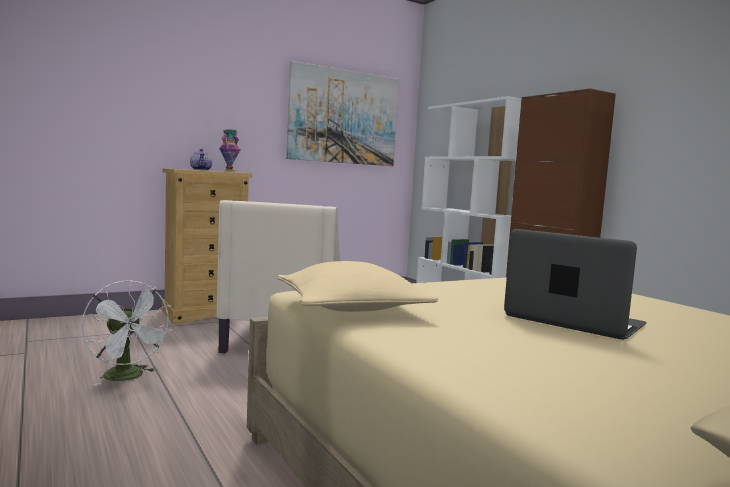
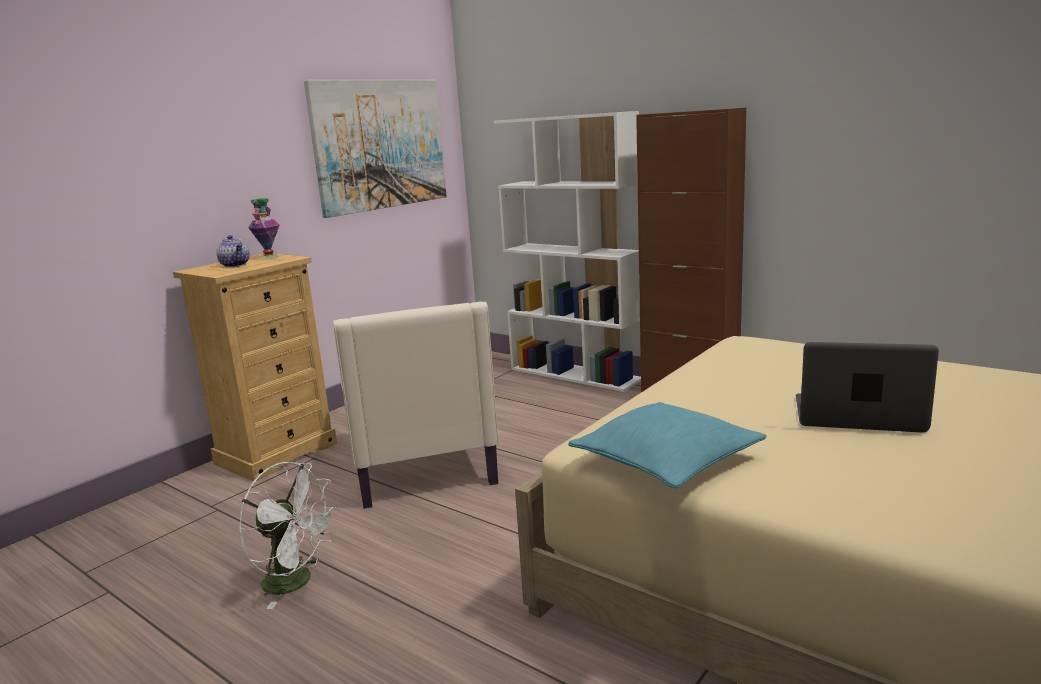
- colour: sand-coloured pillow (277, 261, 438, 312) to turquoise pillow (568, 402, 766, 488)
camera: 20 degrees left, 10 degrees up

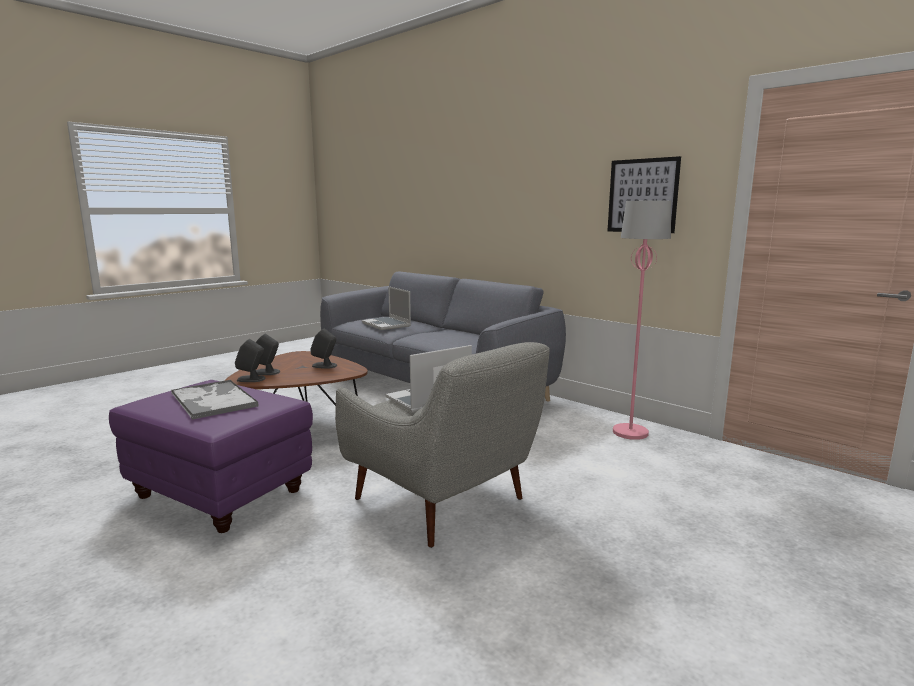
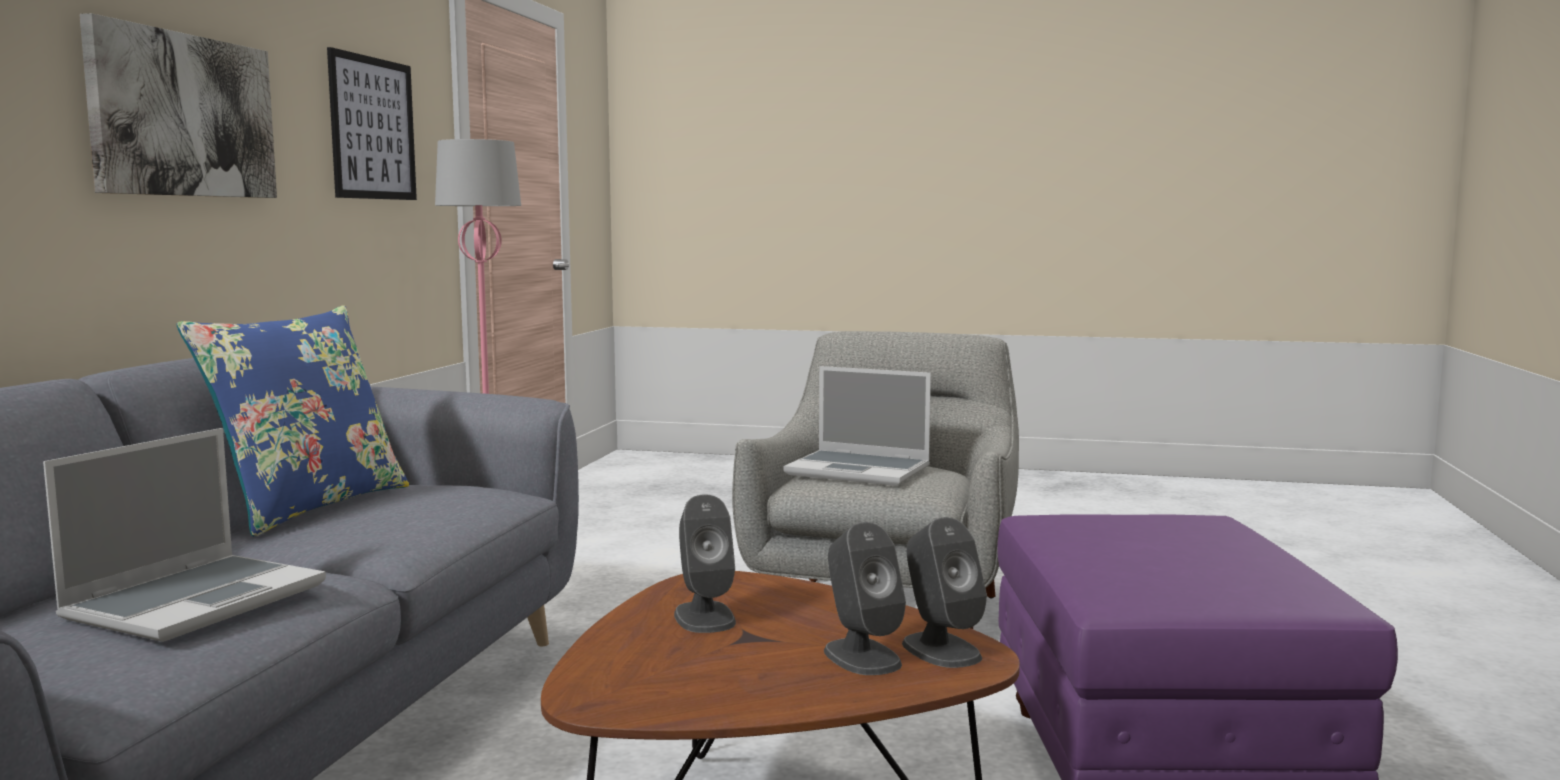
- missing: tray (171, 380, 259, 420)
- appeared: picture (79, 13, 277, 198)
- appeared: blue pillow (176, 306, 409, 537)
camera: 120 degrees left, 5 degrees down

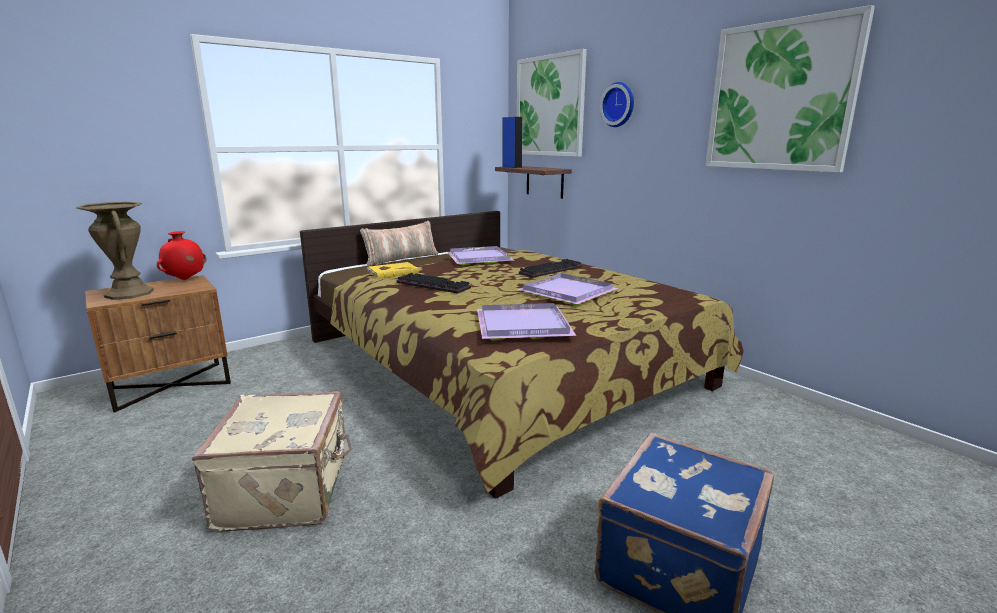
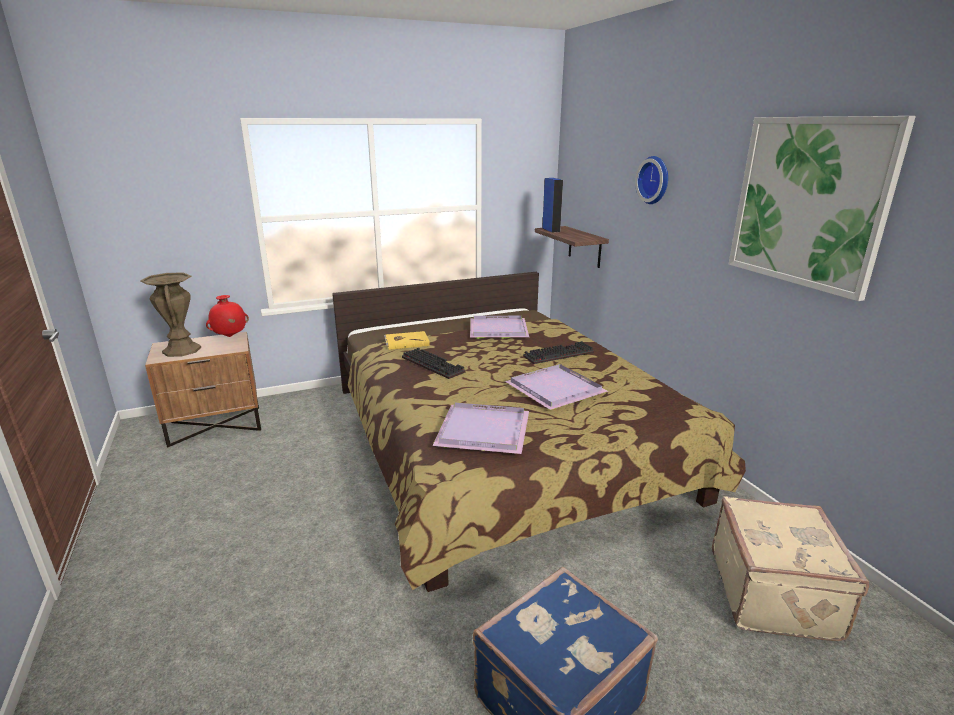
- missing: picture (517, 49, 587, 157)
- missing: pillow (360, 221, 438, 266)
- relocated: sand-coloured suitcase (192, 391, 351, 532) to (712, 497, 869, 641)
camera: 15 degrees right, 5 degrees up

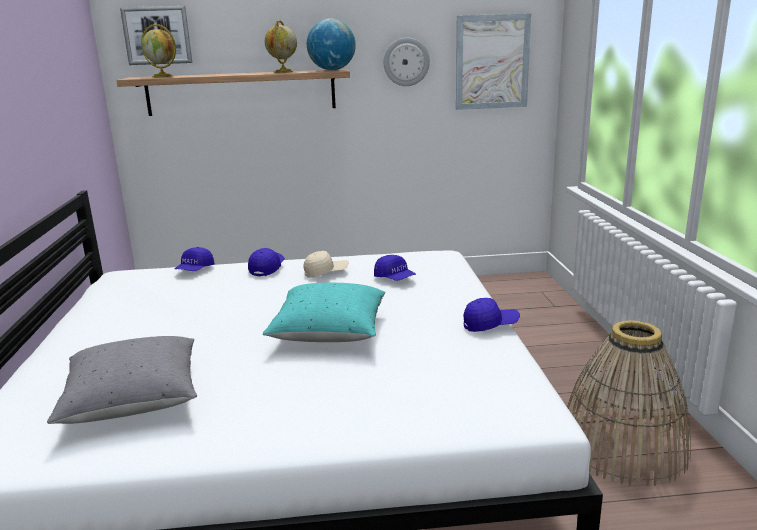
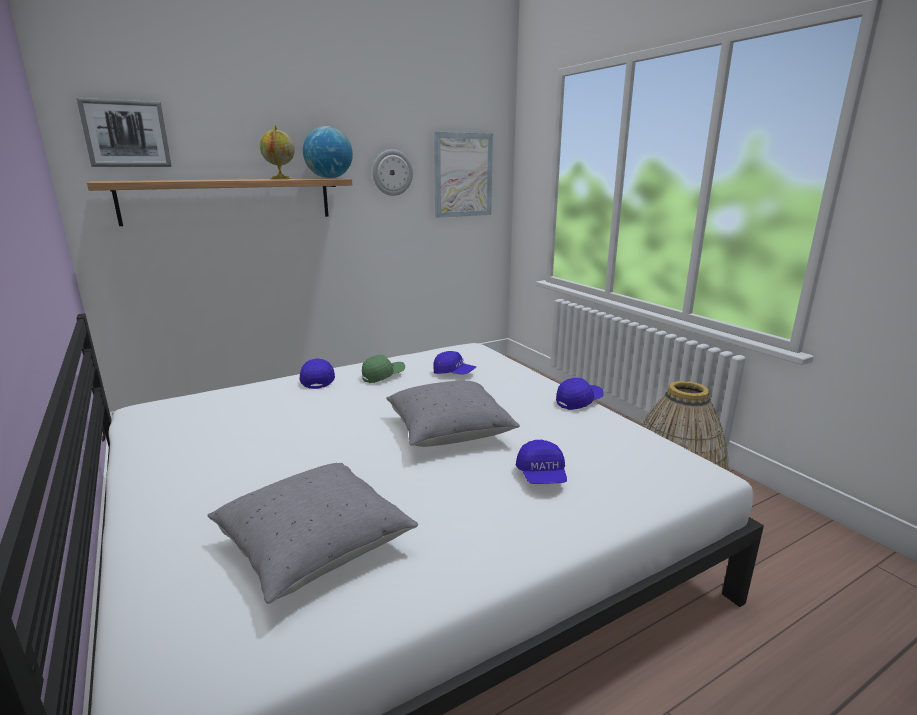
- missing: desk globe (141, 24, 176, 77)
- relocated: blue cap (175, 247, 215, 271) to (516, 440, 567, 484)
- colour: sand-coloured cap (303, 251, 349, 277) to greenish cap (362, 355, 405, 383)
- colour: turquoise pillow (263, 283, 385, 342) to gray pillow (386, 381, 520, 447)
camera: 25 degrees left, 0 degrees up

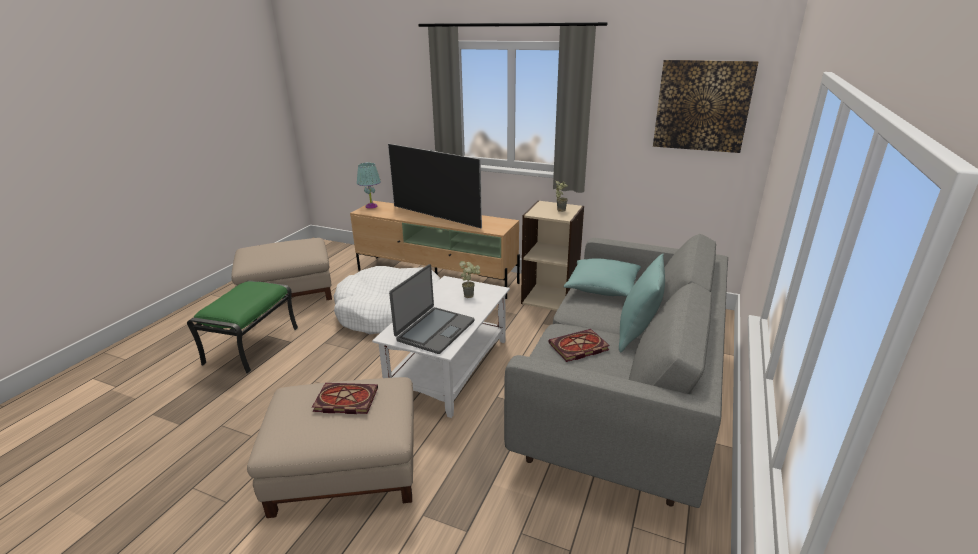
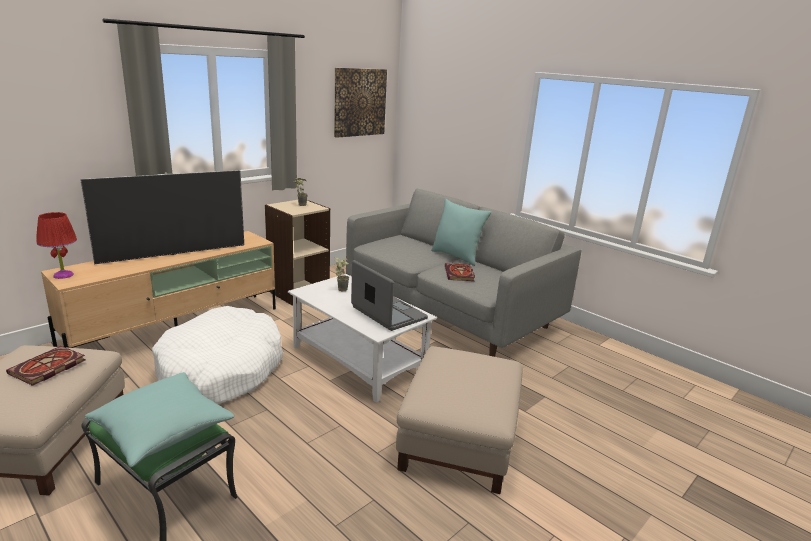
- colour: turquoise table lamp (357, 163, 381, 209) to reddish table lamp (36, 212, 77, 279)
- relocated: turquoise pillow (564, 259, 641, 297) to (85, 372, 235, 467)
- relocated: volume (312, 383, 378, 414) to (6, 346, 86, 386)
camera: 70 degrees left, 5 degrees down

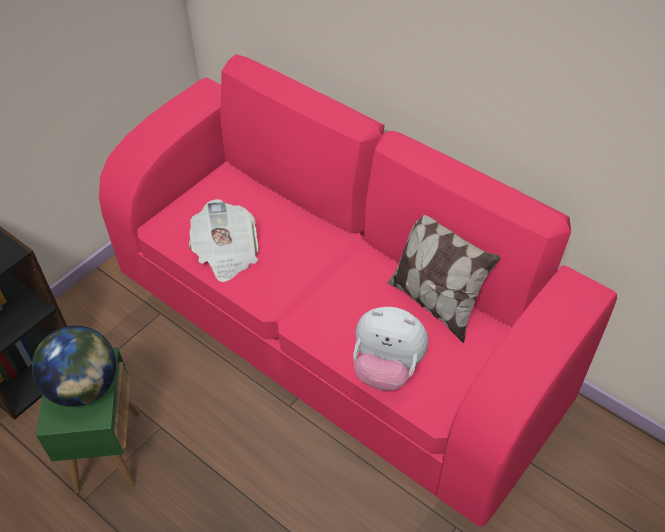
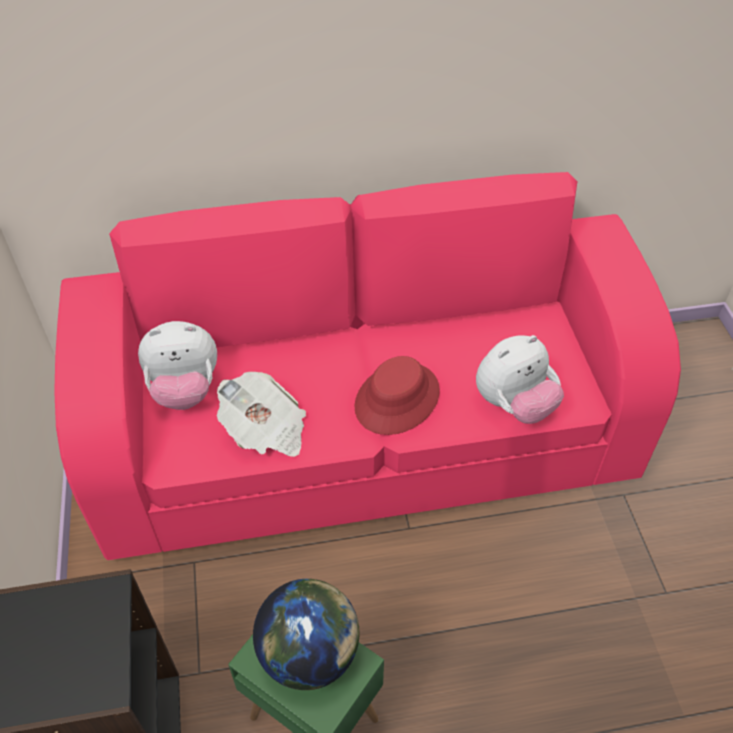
- missing: pillow (387, 215, 501, 343)
- appeared: cuddly toy (138, 321, 217, 410)
- appeared: reddish hat (354, 356, 440, 435)
camera: 50 degrees left, 0 degrees up

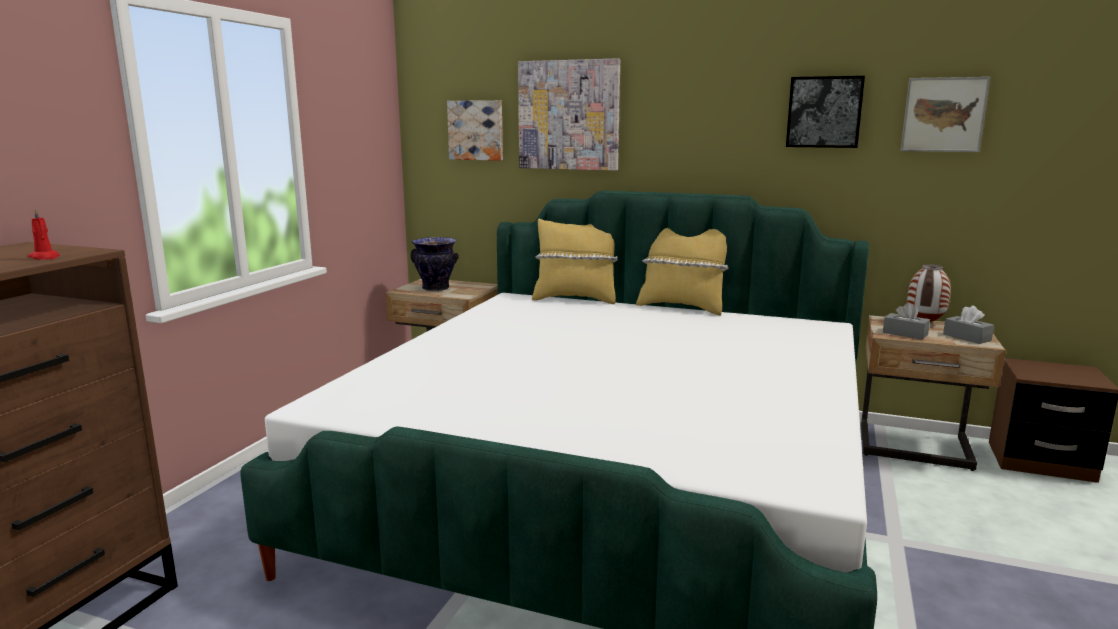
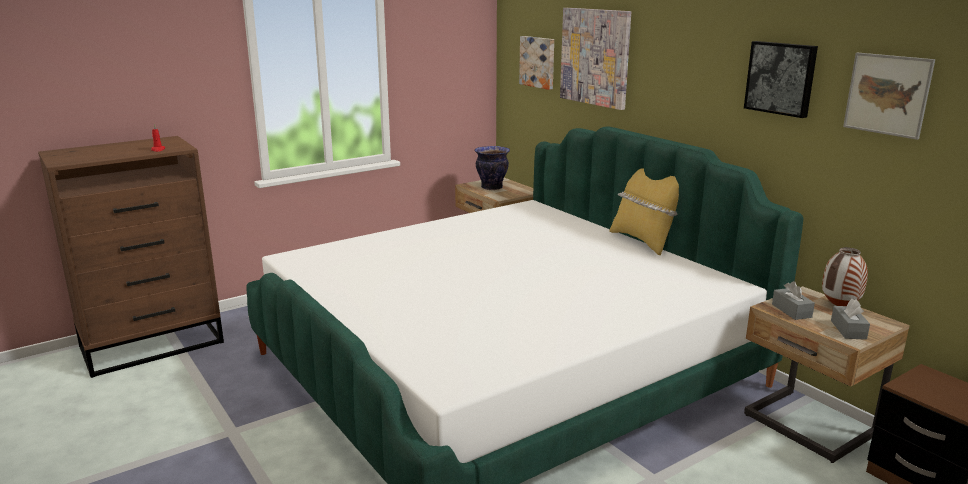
- missing: yellow-coloured pillow (532, 219, 618, 304)
camera: 35 degrees right, 5 degrees up

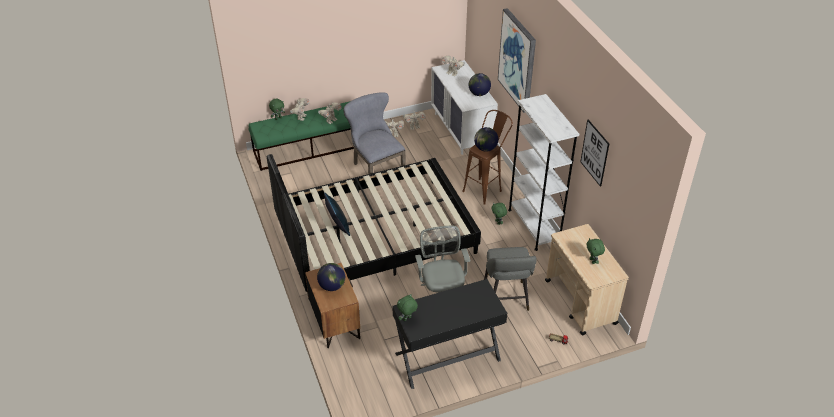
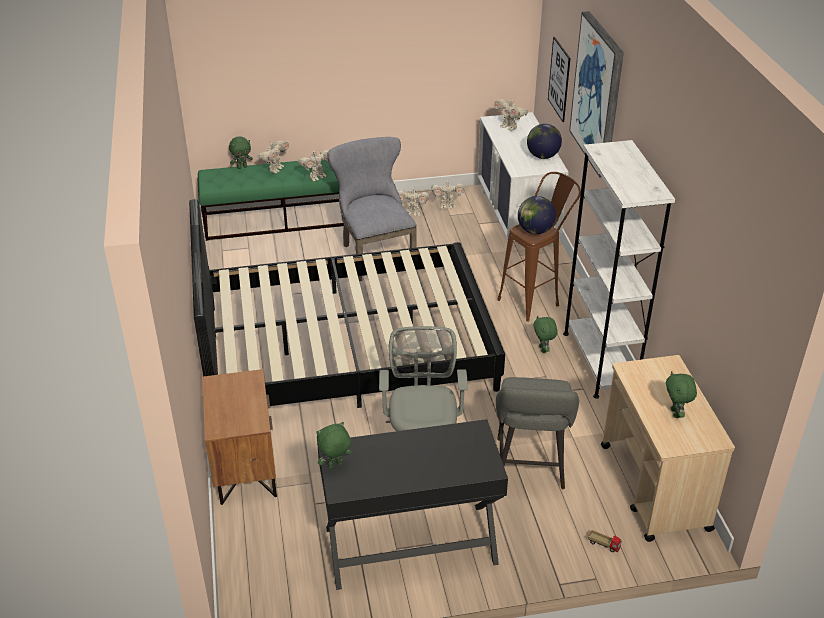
- relocated: picture (580, 120, 609, 187) to (548, 37, 570, 122)
- missing: blue pillow (324, 192, 350, 236)
- missing: desk globe (317, 263, 345, 291)
camera: 10 degrees right, 5 degrees down

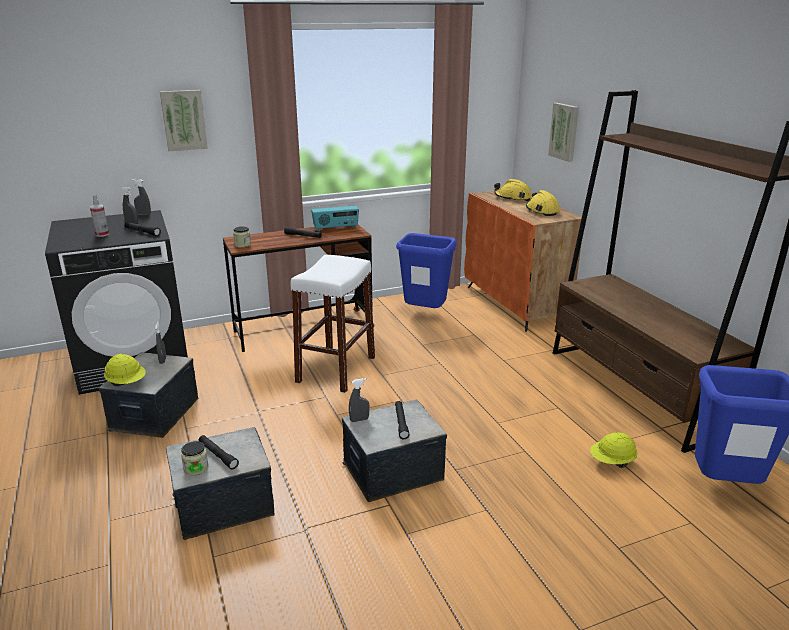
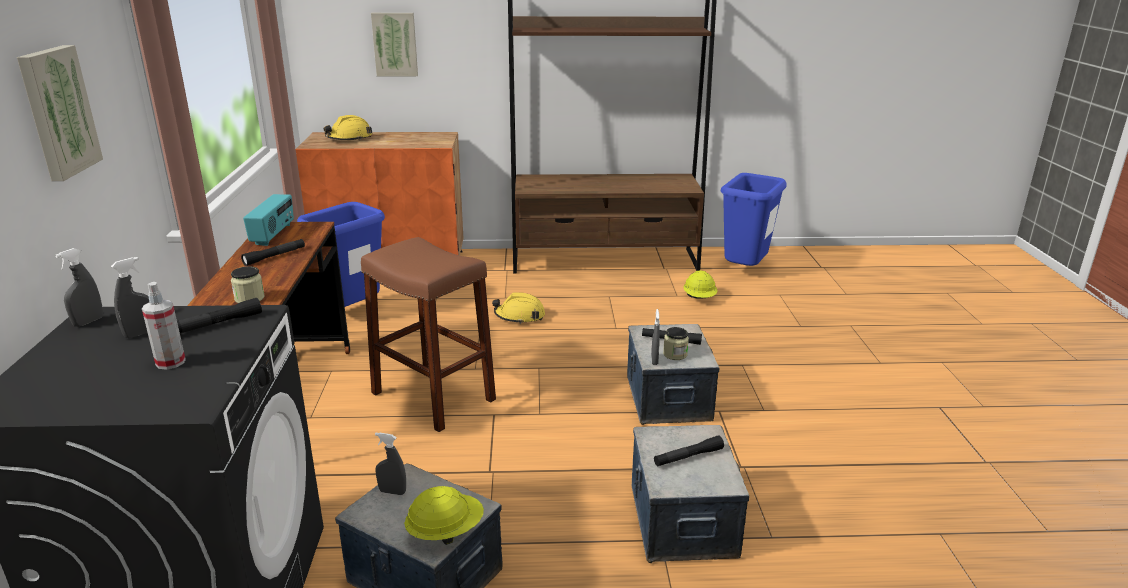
- relocated: yellow-coloured work helmet (526, 190, 560, 216) to (492, 292, 545, 324)
- colour: white-coloured stool (290, 255, 375, 393) to brown-coloured stool (361, 237, 496, 432)
- relocated: preserve jar (181, 441, 209, 476) to (663, 327, 689, 360)
camera: 70 degrees left, 0 degrees up

